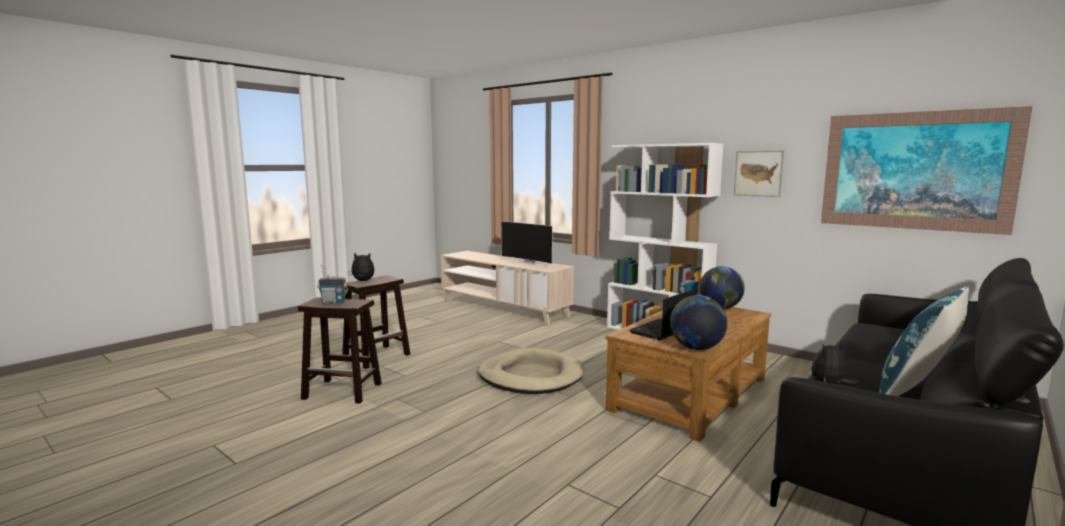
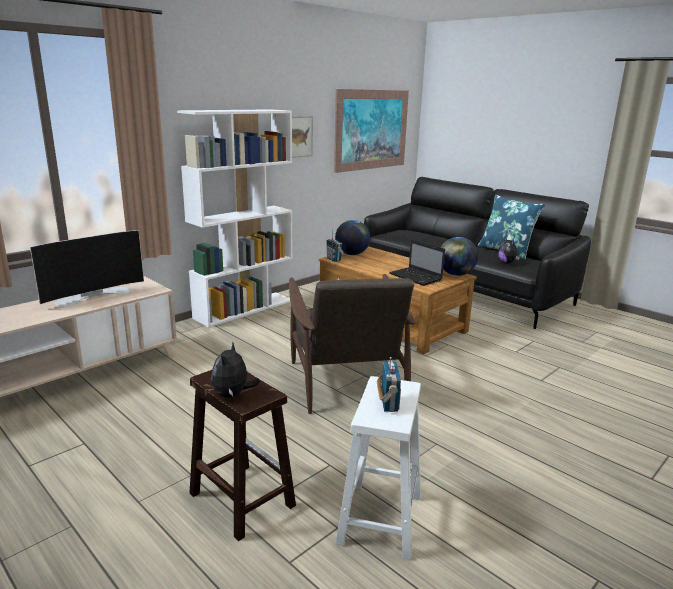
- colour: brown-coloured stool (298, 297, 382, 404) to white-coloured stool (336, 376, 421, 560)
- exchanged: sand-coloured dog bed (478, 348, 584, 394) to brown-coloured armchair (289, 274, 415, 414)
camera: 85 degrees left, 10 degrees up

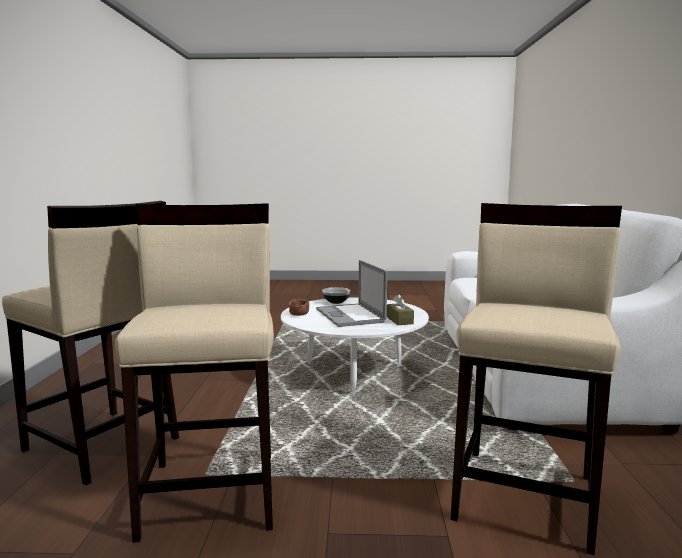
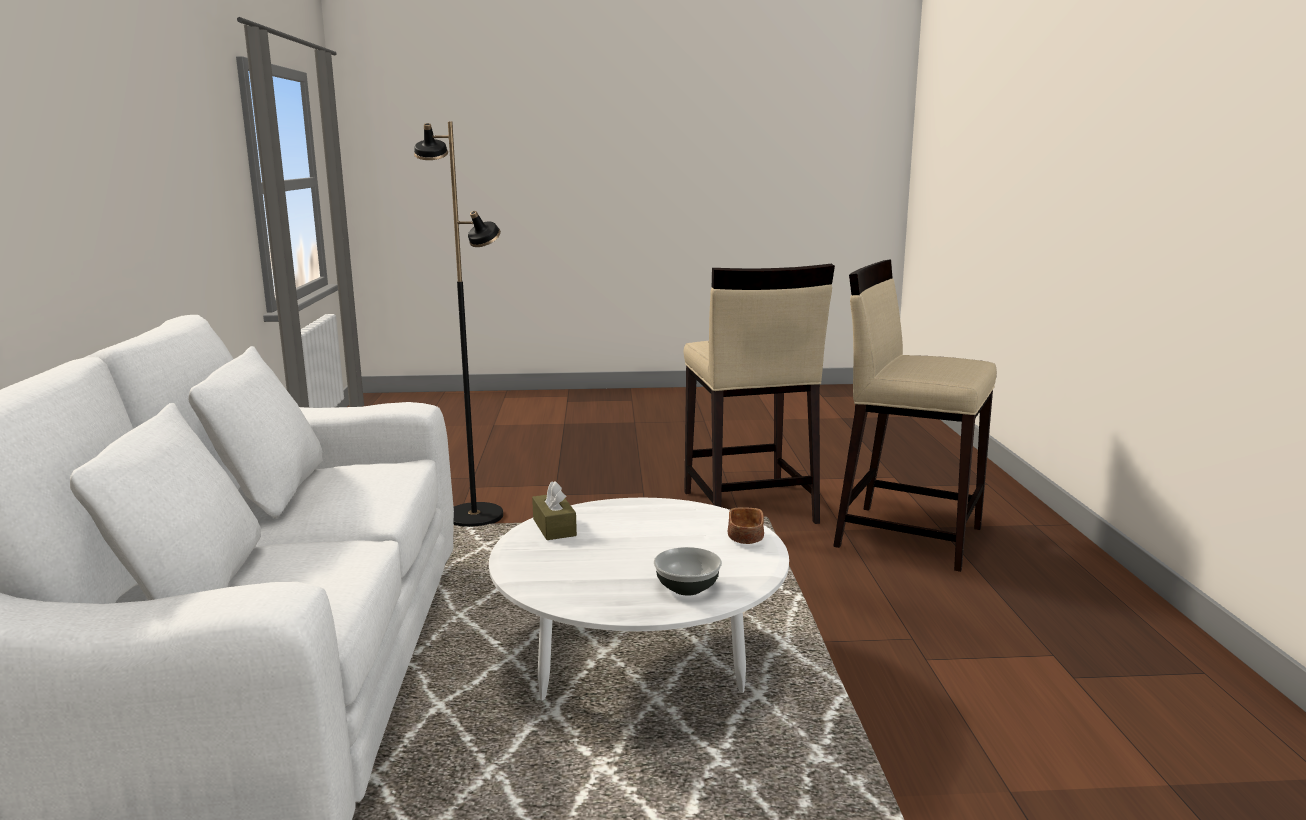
- exchanged: sand-coloured stool (450, 203, 622, 555) to blackish floor lamp (414, 122, 503, 527)
- missing: notebook computer (316, 260, 387, 327)
camera: 175 degrees right, 5 degrees up

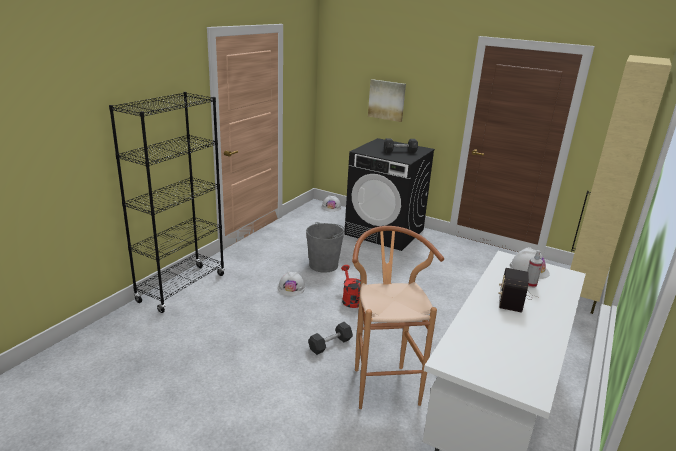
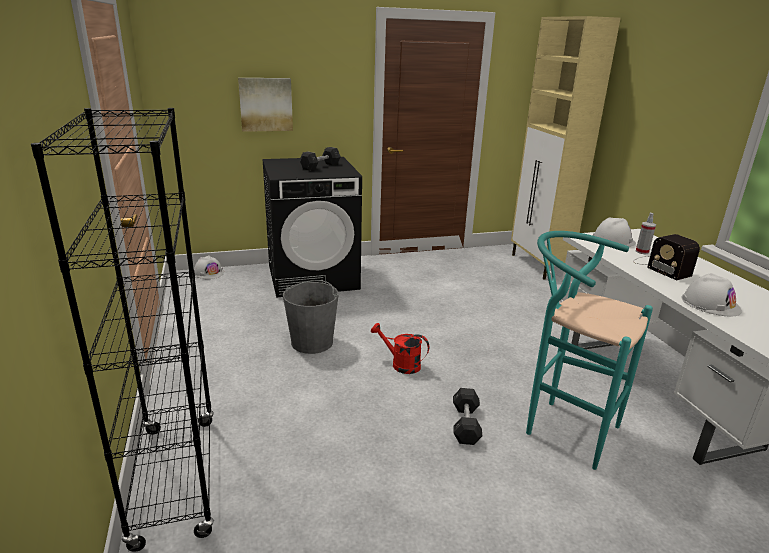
- colour: brown-coloured stool (352, 226, 444, 409) to turquoise stool (526, 231, 653, 470)
- relocated: white-coloured work helmet (278, 272, 305, 296) to (681, 273, 742, 316)
camera: 45 degrees left, 0 degrees up

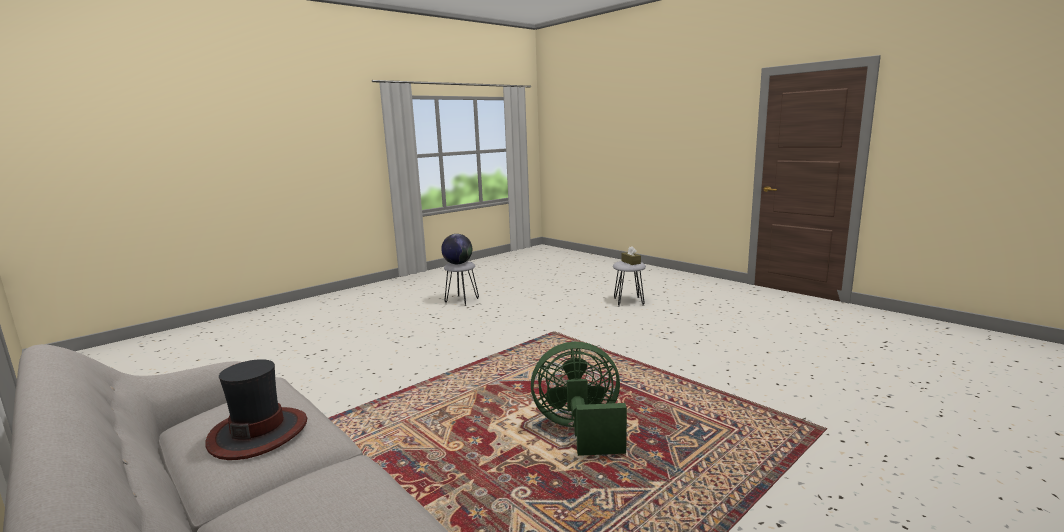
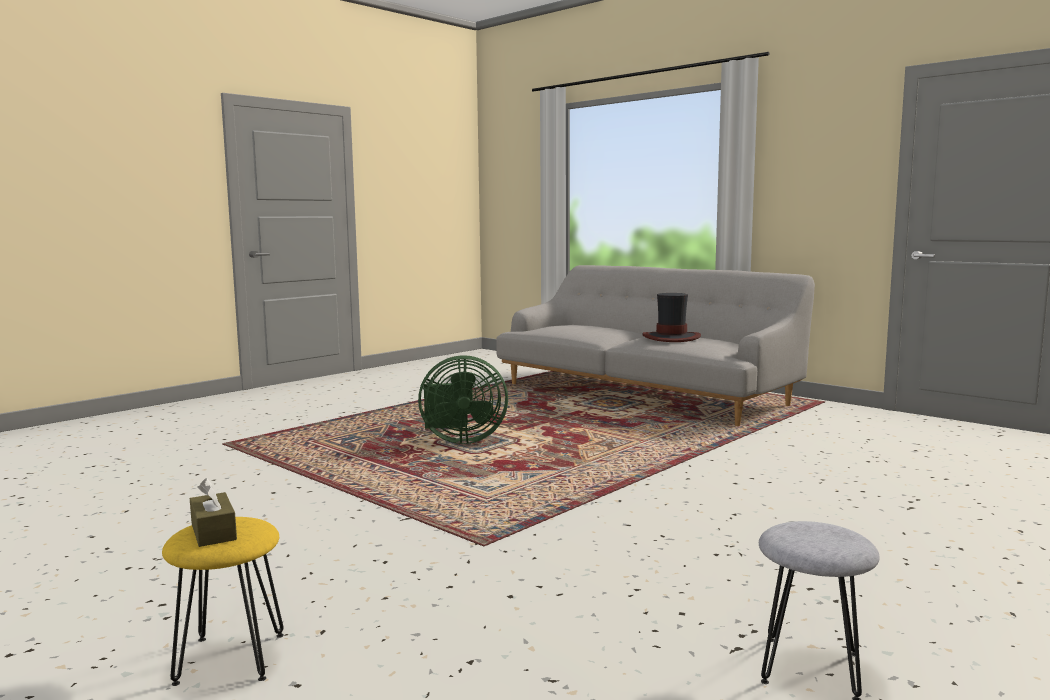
- missing: desk globe (441, 234, 472, 264)
- colour: gray stool (613, 261, 646, 306) to yellow-coloured stool (162, 517, 284, 686)
camera: 175 degrees right, 5 degrees down

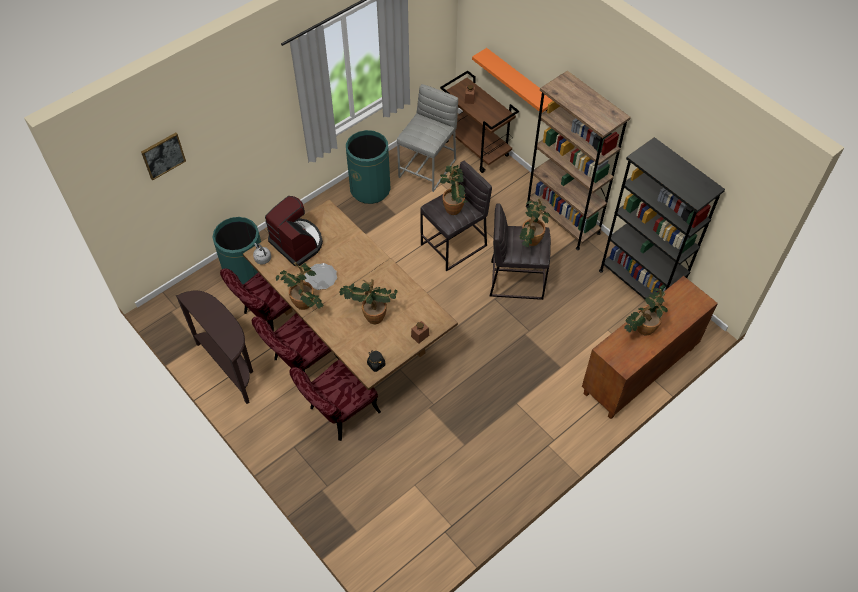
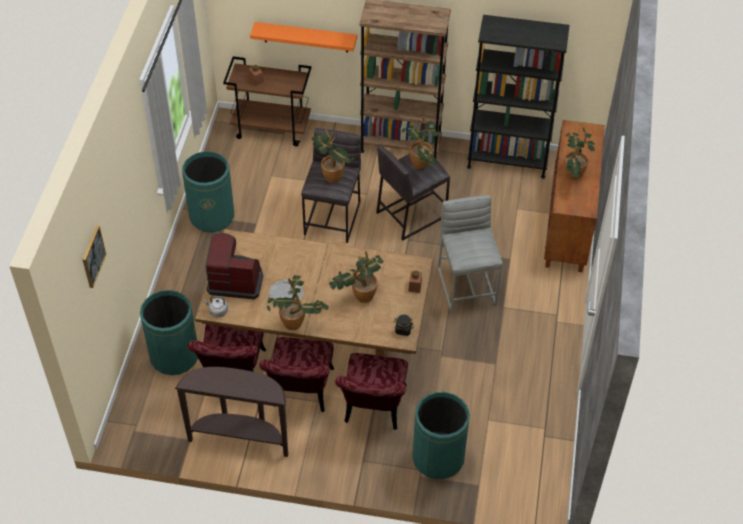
- relocated: gray stool (397, 84, 458, 192) to (438, 195, 503, 312)
- appeared: greenish waste bin (412, 392, 470, 479)
camera: 40 degrees left, 5 degrees down

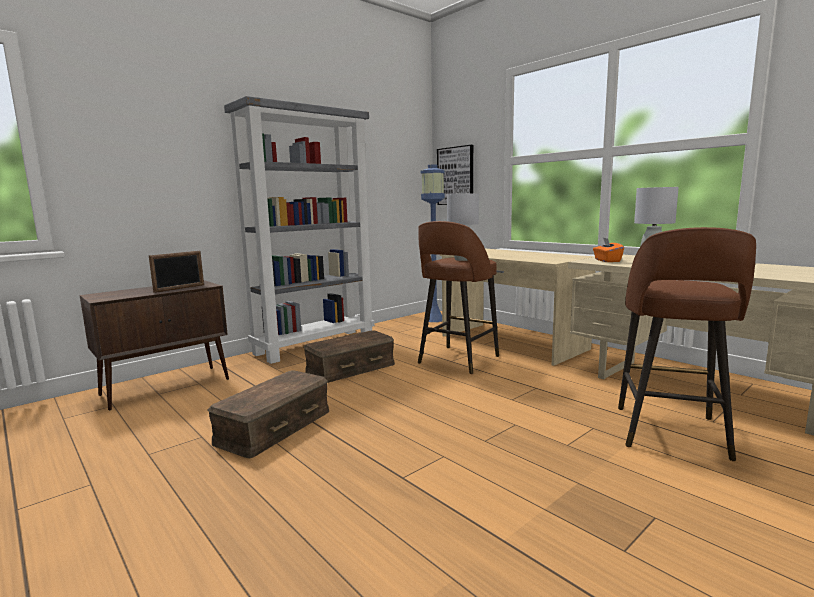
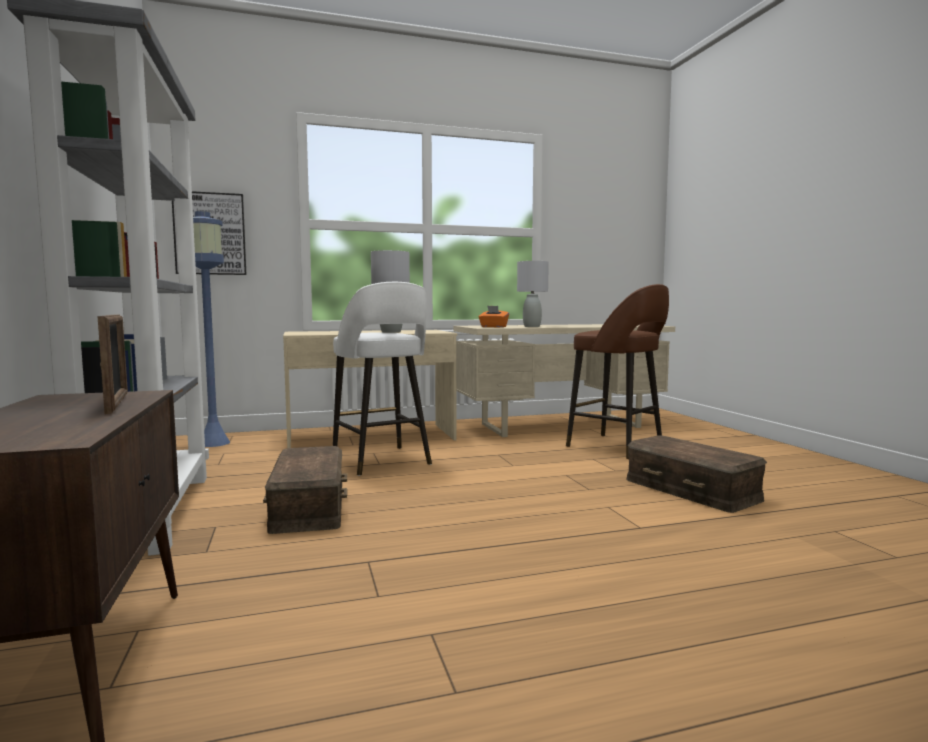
- colour: brown-coloured stool (418, 221, 499, 374) to white-coloured stool (333, 282, 432, 476)
- relocated: brown-coloured storage box (208, 370, 329, 458) to (626, 435, 767, 513)
camera: 65 degrees left, 5 degrees down

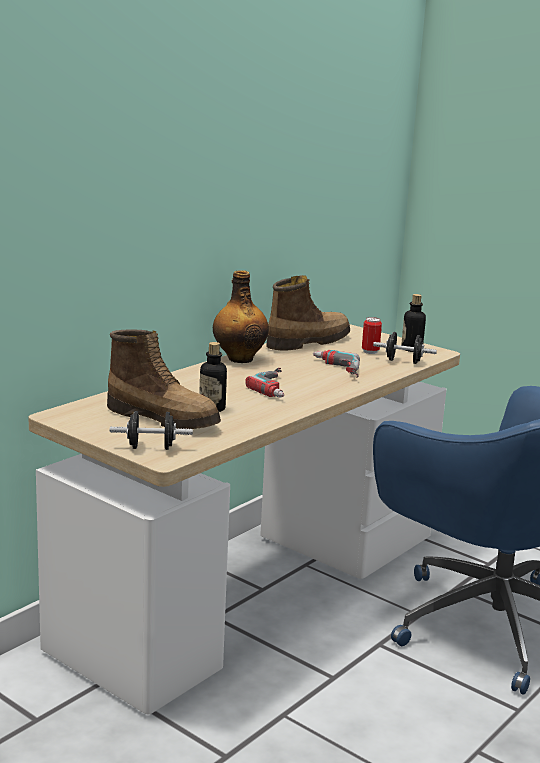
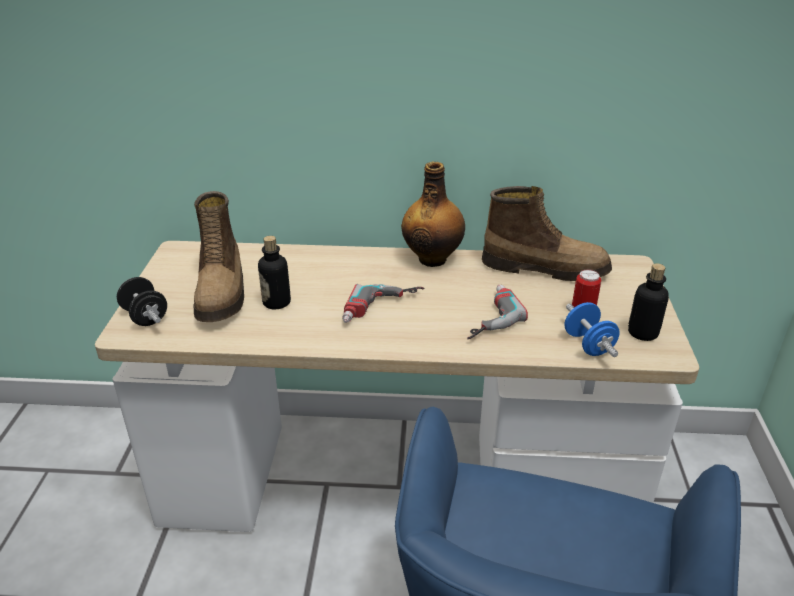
- colour: blackish free weight (373, 332, 437, 364) to blue free weight (564, 302, 620, 357)
camera: 55 degrees right, 15 degrees up

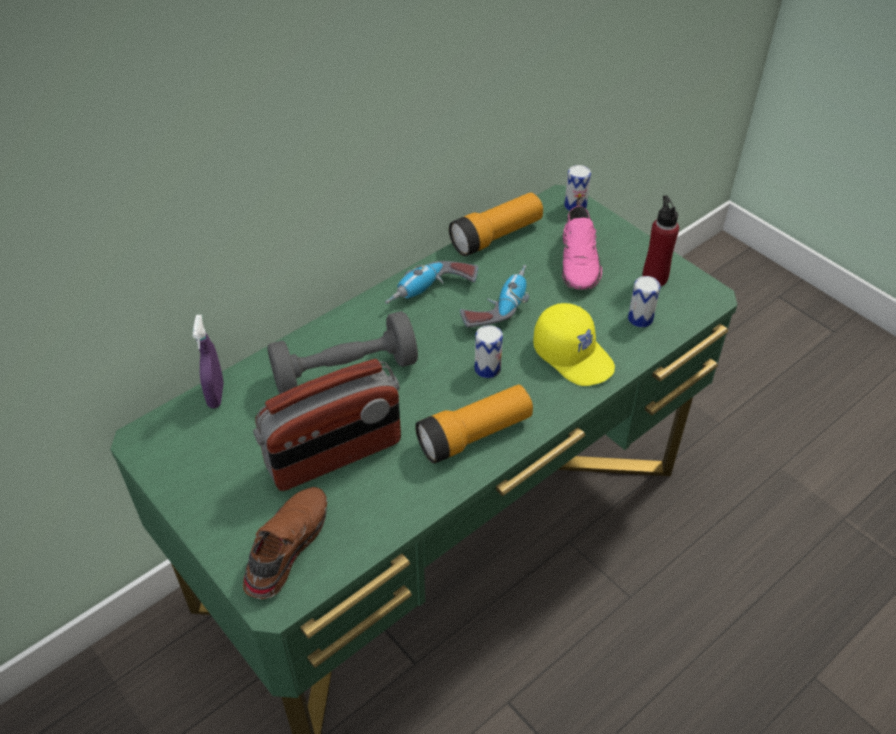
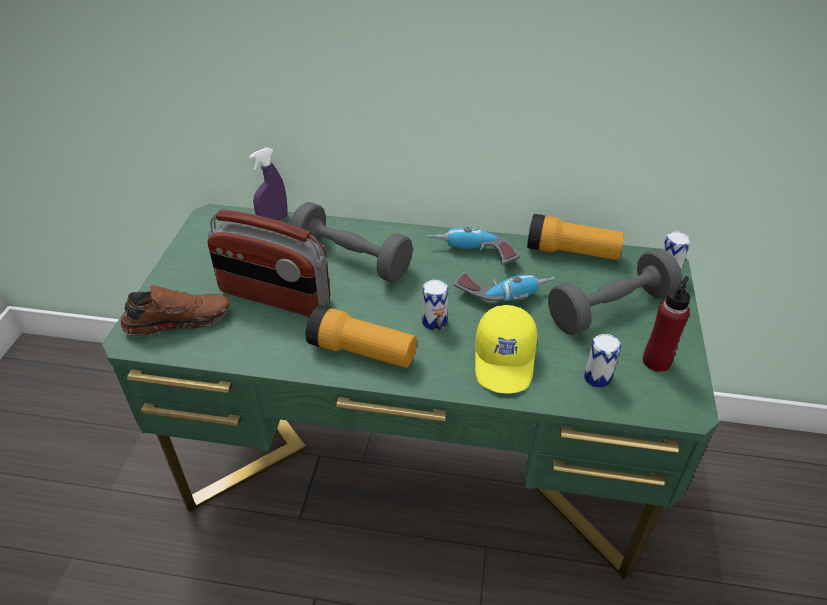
- exchanged: pink-coloured shoe (562, 206, 602, 289) to gray free weight (548, 249, 682, 335)
camera: 50 degrees right, 5 degrees down

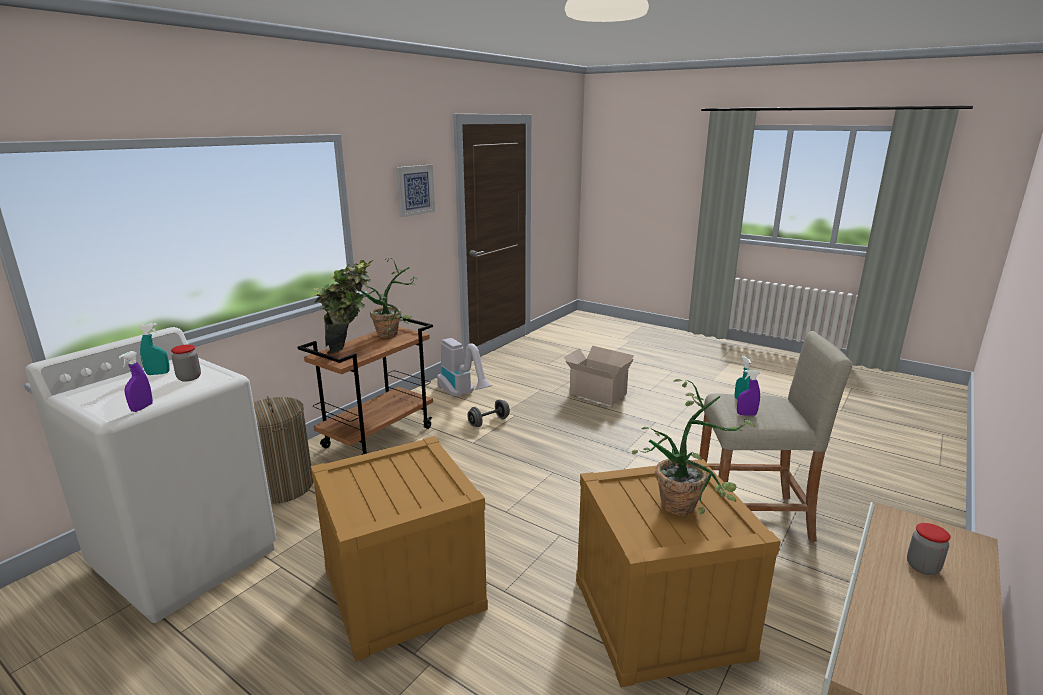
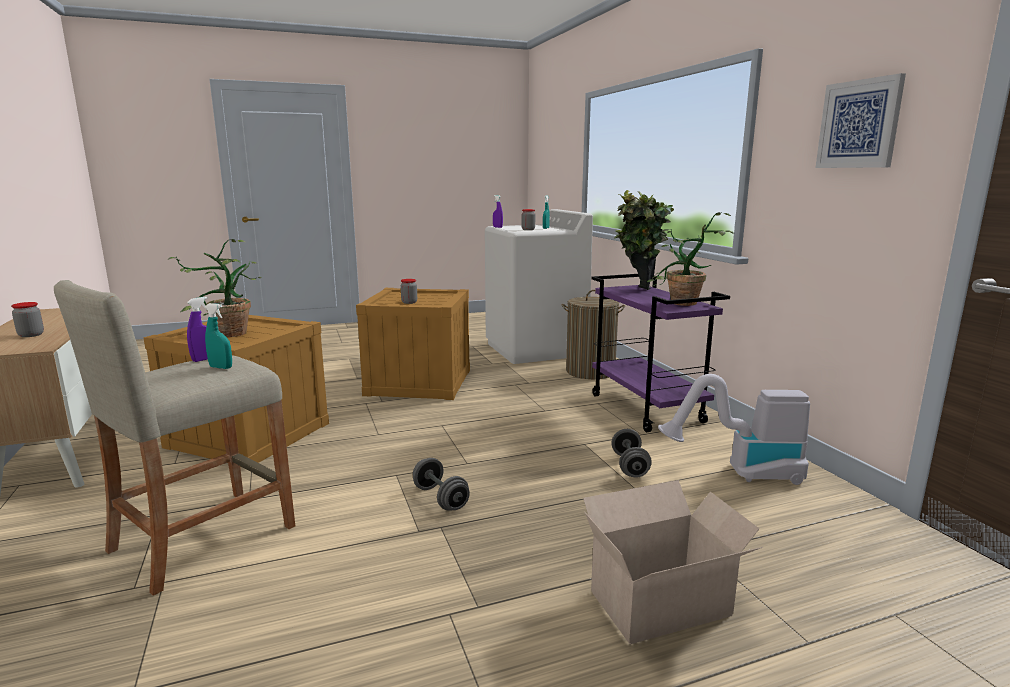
- colour: brown-coloured wheeled cart (298, 316, 433, 455) to purplish wheeled cart (591, 274, 730, 432)
- appeared: preserve jar (401, 279, 417, 304)
- appeared: gray free weight (413, 458, 470, 511)
camera: 125 degrees right, 5 degrees down

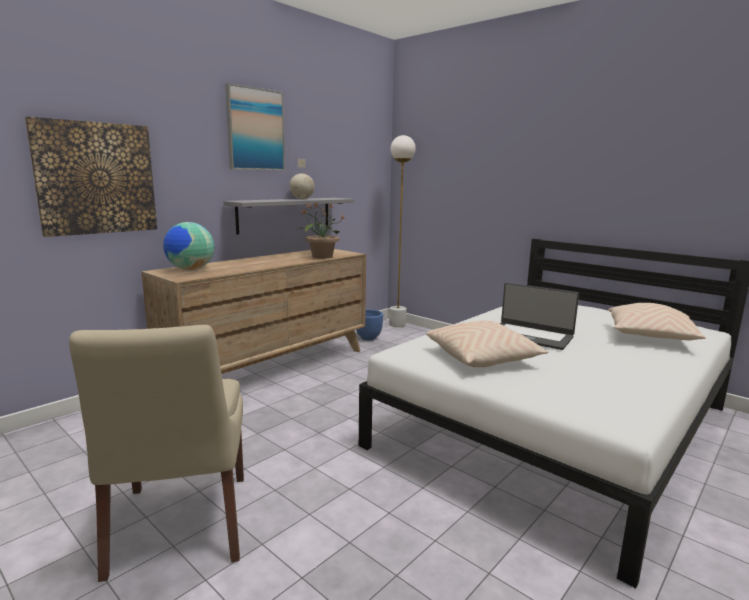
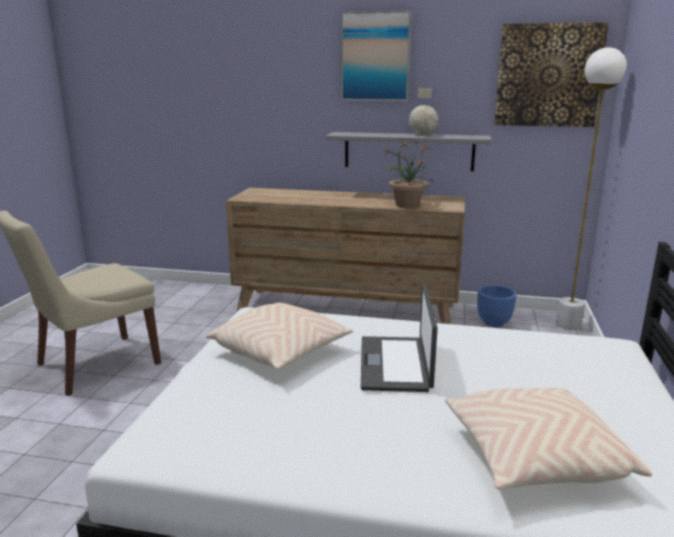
- relocated: picture (25, 116, 157, 237) to (494, 22, 609, 127)
- missing: desk globe (163, 222, 214, 270)
camera: 60 degrees right, 5 degrees up

